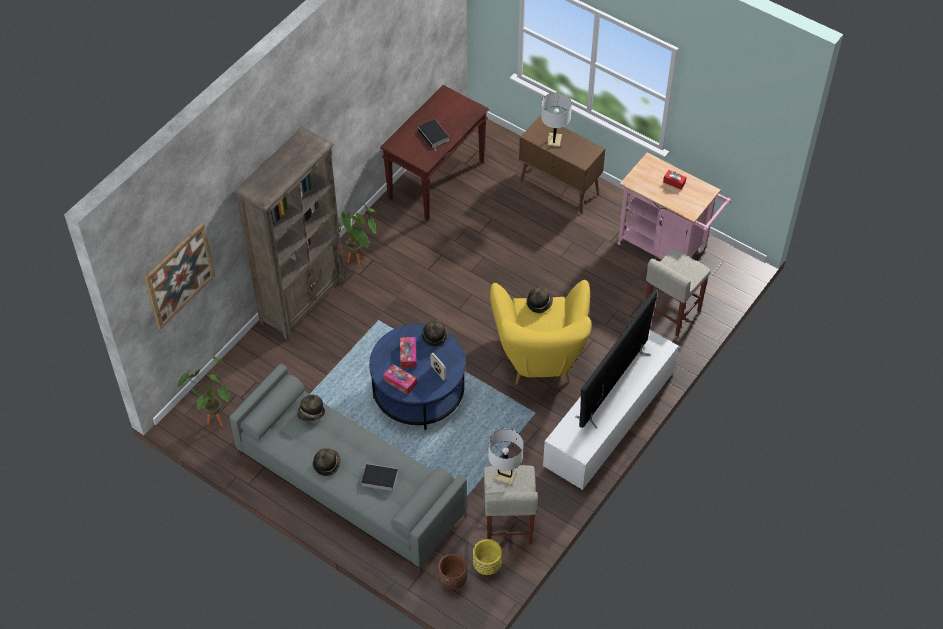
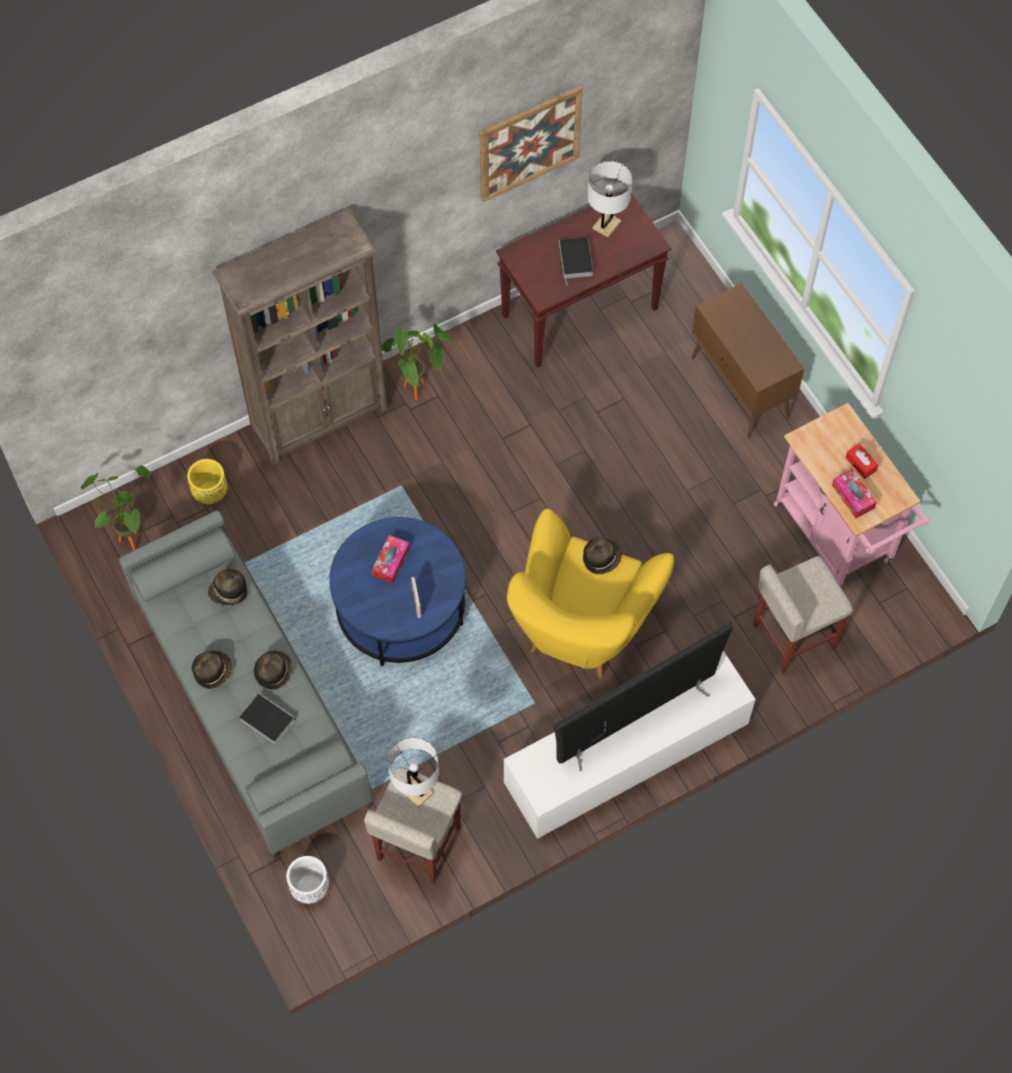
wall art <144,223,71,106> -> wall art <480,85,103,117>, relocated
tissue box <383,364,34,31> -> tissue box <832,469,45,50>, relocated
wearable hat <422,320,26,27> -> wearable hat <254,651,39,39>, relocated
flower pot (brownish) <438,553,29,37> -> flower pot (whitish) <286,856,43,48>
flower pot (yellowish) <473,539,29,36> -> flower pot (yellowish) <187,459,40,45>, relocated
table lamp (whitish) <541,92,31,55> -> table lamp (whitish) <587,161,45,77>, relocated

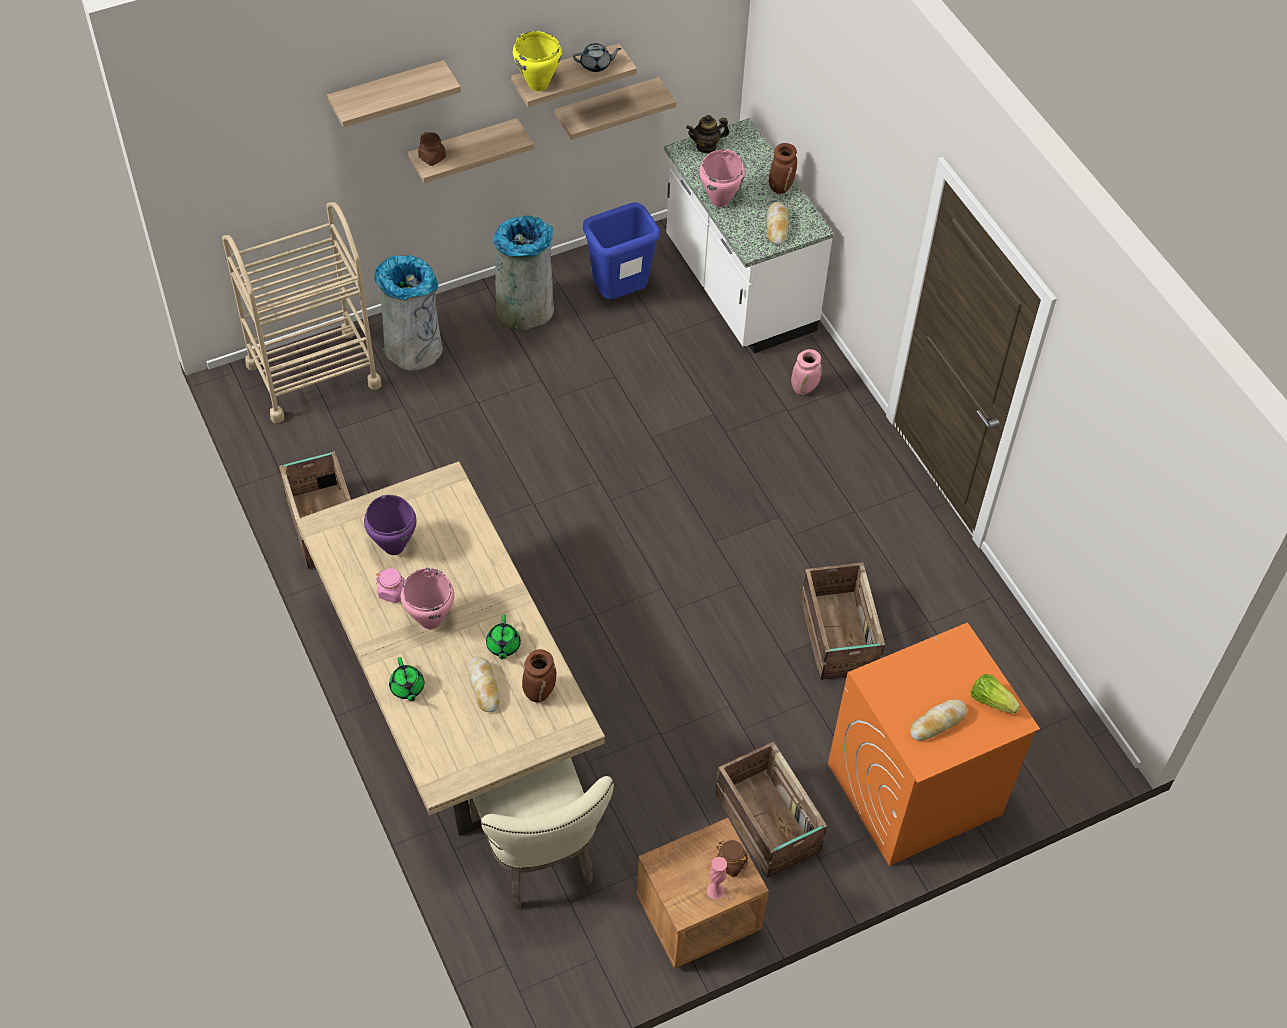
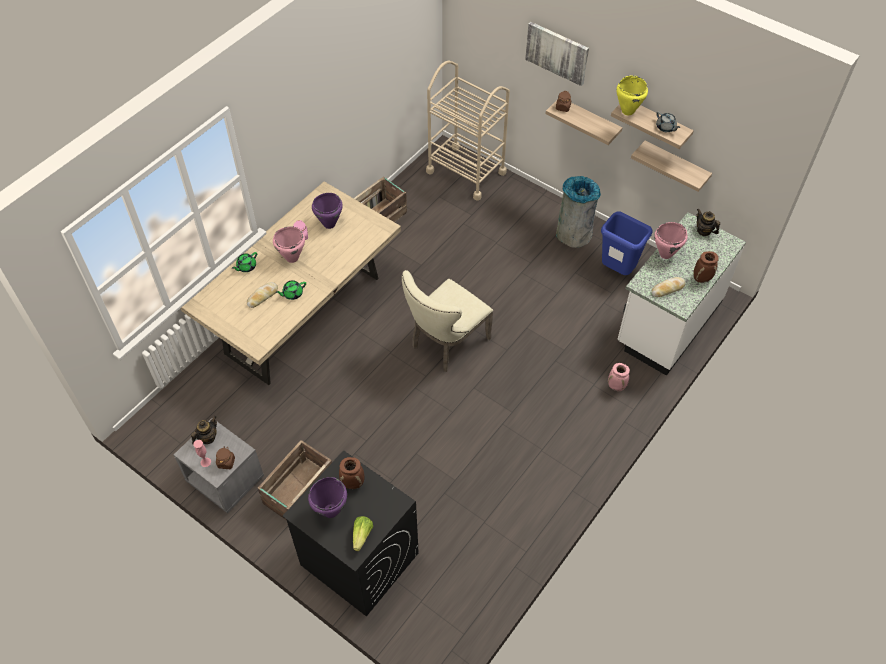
wall shelf <327,60,134,68> -> wall art <525,22,64,64>
waste bin (grey) <374,255,69,116> -> none
plain chair (sand-coloured) <468,758,146,151> -> plain chair (sand-coloured) <402,270,91,102>, relocated
flower vase (brownish) <522,649,34,53> -> flower vase (brownish) <339,457,26,32>, relocated
nightstand (brownish) <636,818,133,151> -> nightstand (grey) <174,418,90,95>
packing crate <801,562,84,118> -> none
laundry machine (orange) <828,622,212,244> -> laundry machine (black) <283,451,136,166>
bakery bread <910,700,57,41> -> stockpot (purplish) <308,477,39,41>
none -> teapot <191,416,26,28>

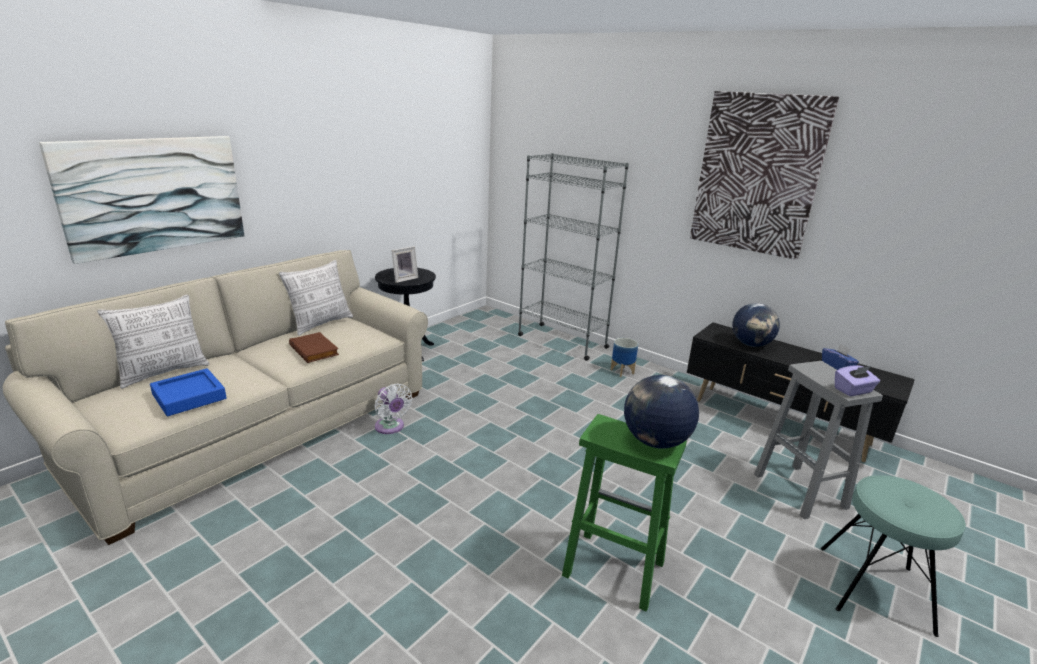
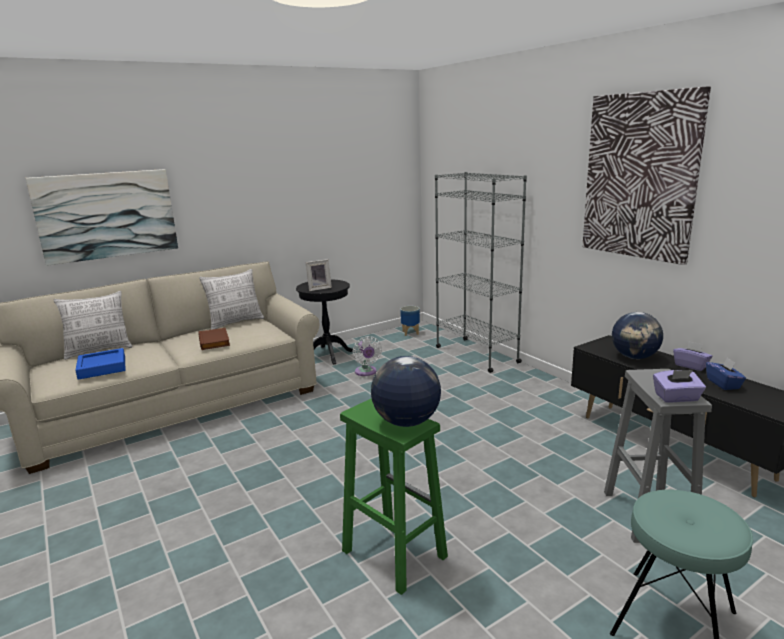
fan (whitish) <375,384,37,50> -> fan (whitish) <352,336,30,40>, relocated
flower pot <611,338,27,39> -> flower pot <400,306,20,30>, relocated
none -> tissue box (purplish) <673,341,39,30>

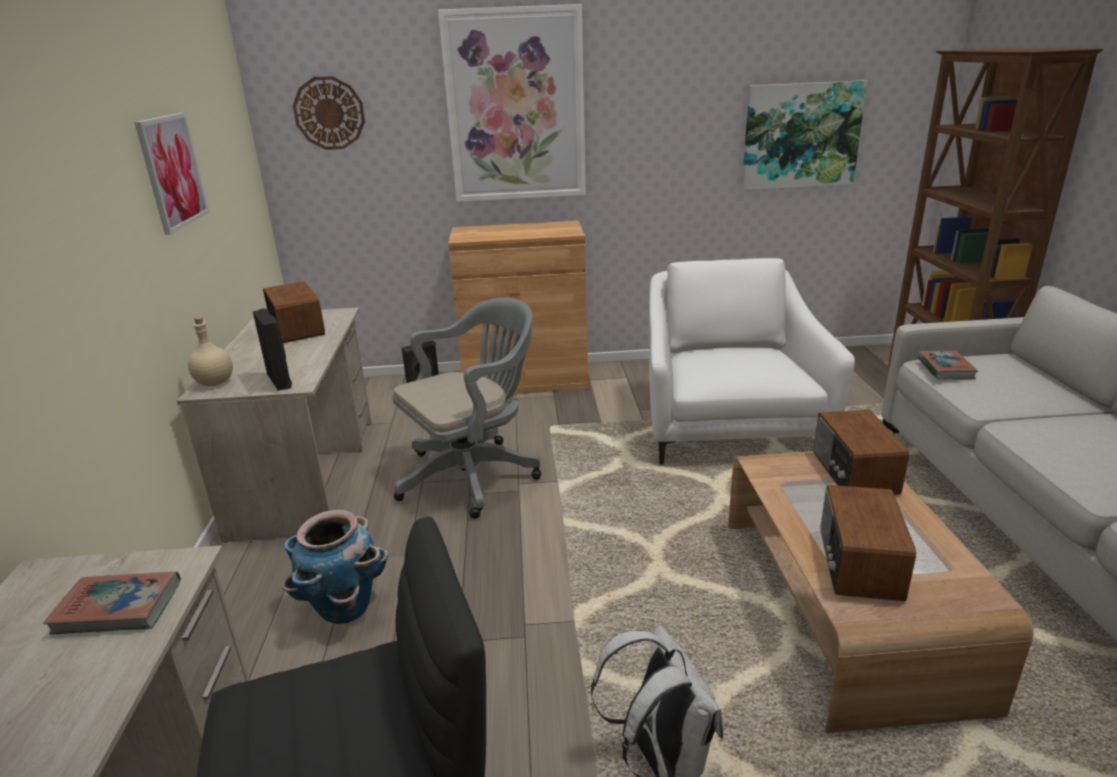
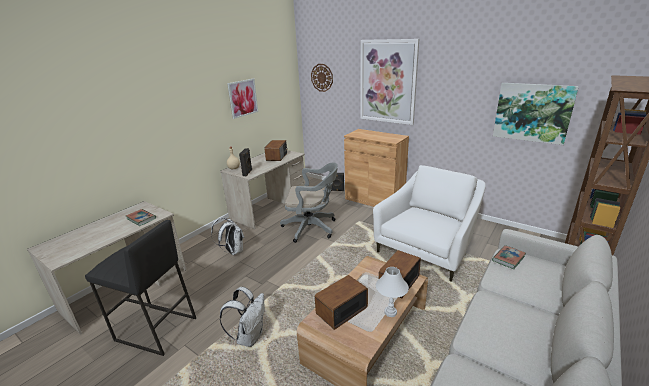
flower pot <282,510,106,114> -> rucksack (whitish) <211,218,33,38>
none -> table lamp (whitish) <376,267,33,50>

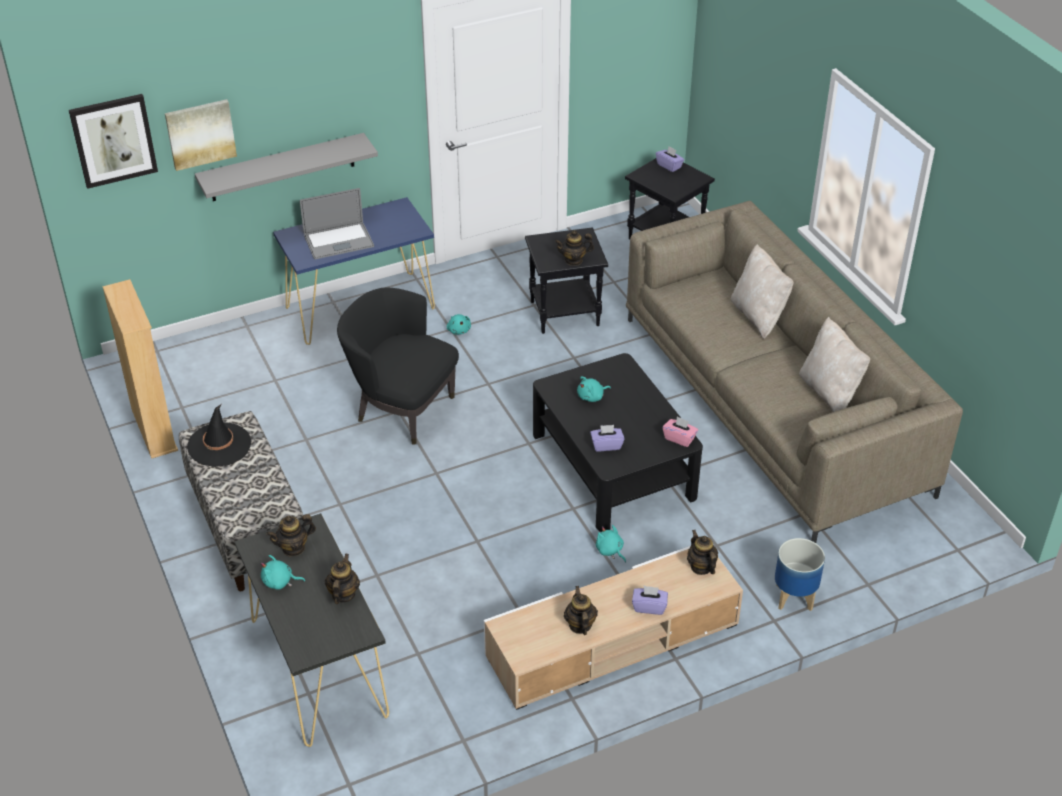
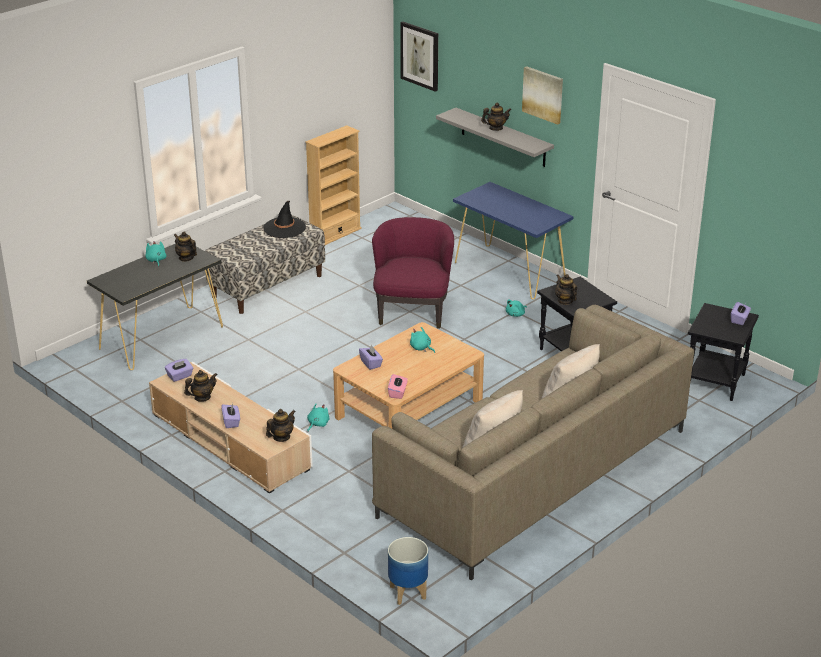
wall art <165,99,72,72> -> wall art <522,66,41,59>, relocated
laptop <300,188,74,71> -> none
teapot <325,553,35,51> -> teapot <481,102,30,29>, relocated
armchair (black) <337,288,122,157> -> armchair (purplish) <372,217,82,112>
coffee table (black) <533,353,170,179> -> coffee table (sand-coloured) <333,322,151,106>
flower pot <775,538,50,73> -> flower pot <388,537,40,68>, relocated
none -> tissue box (purplish) <165,359,28,23>

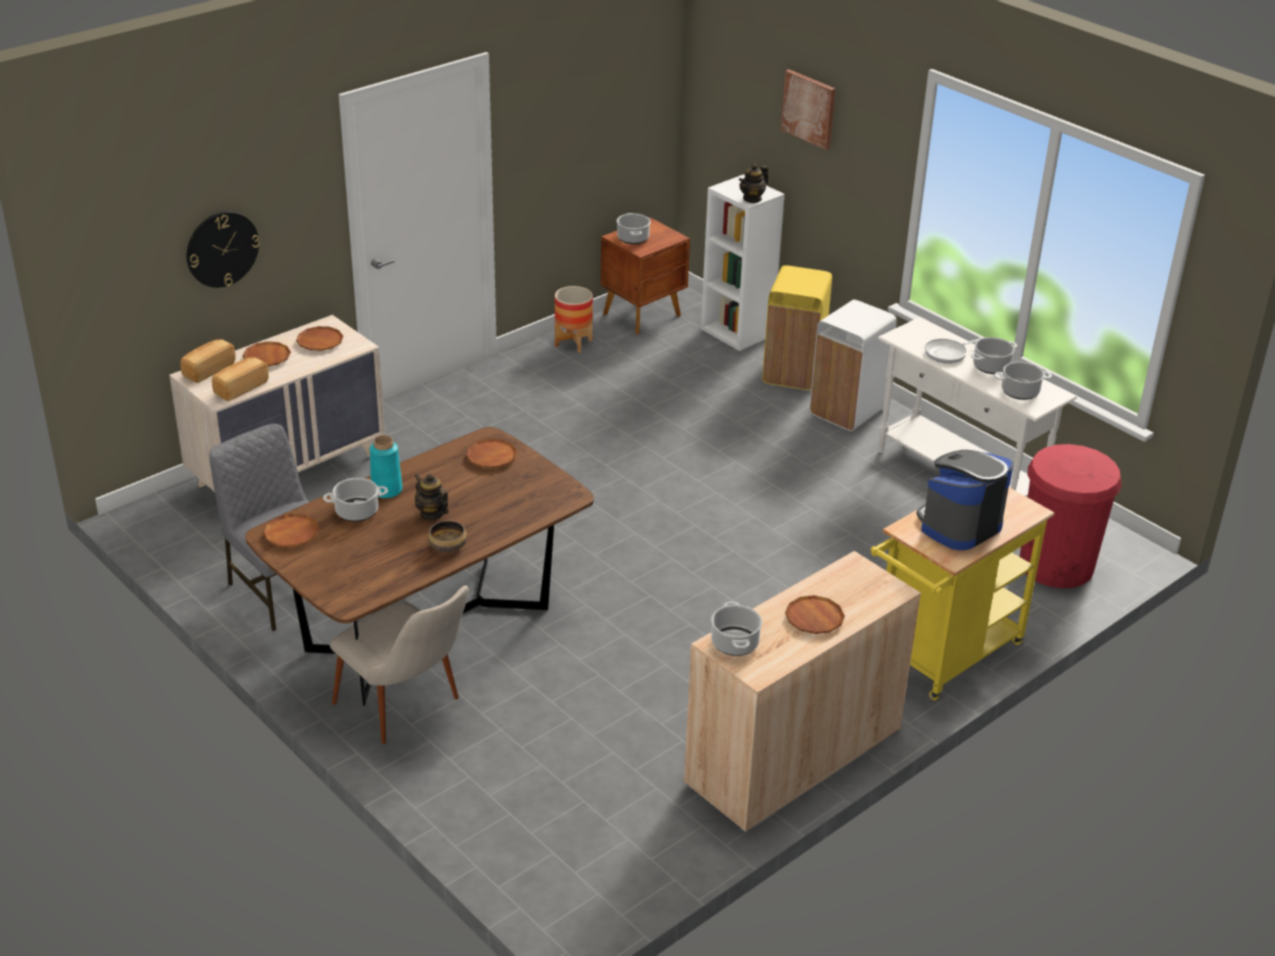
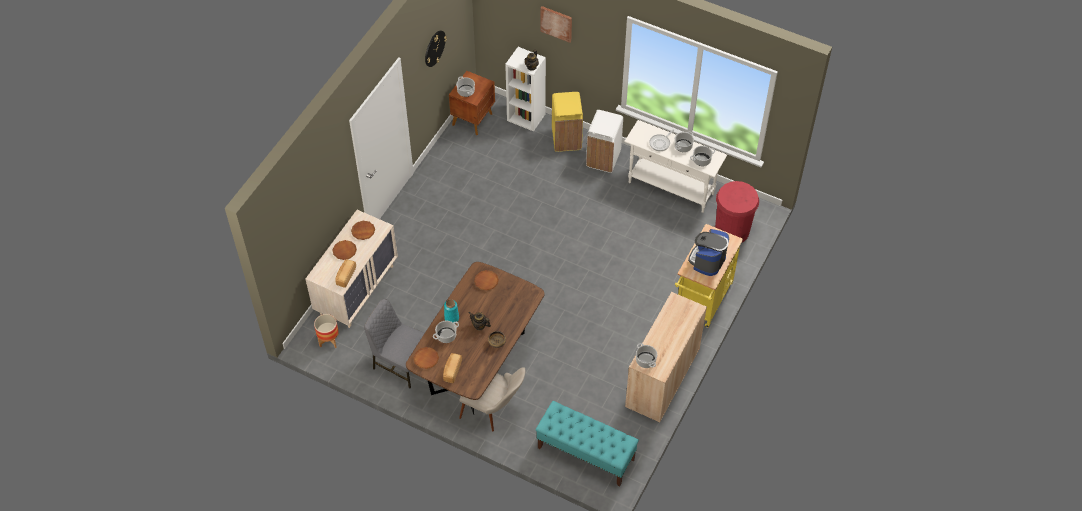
bakery bread <180,339,55,44> -> bakery bread <443,353,19,30>, relocated
hanging clock <187,212,73,76> -> hanging clock <425,30,22,37>, relocated
flower pot <555,286,38,67> -> flower pot <314,314,25,34>, relocated
dinner plate (brownish) <785,595,60,39> -> none
none -> long seat (turquoise) <536,401,103,86>

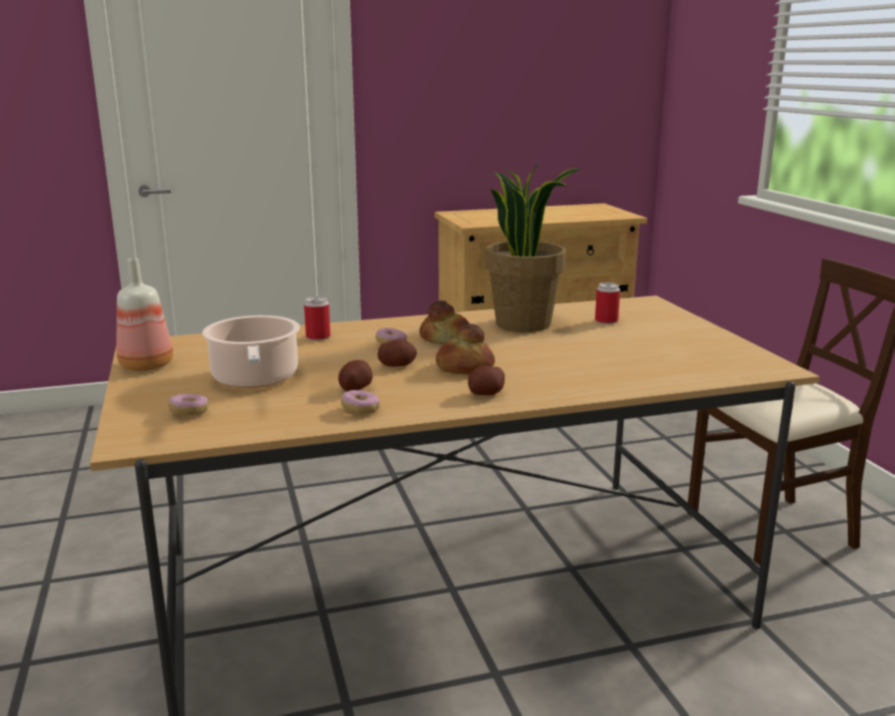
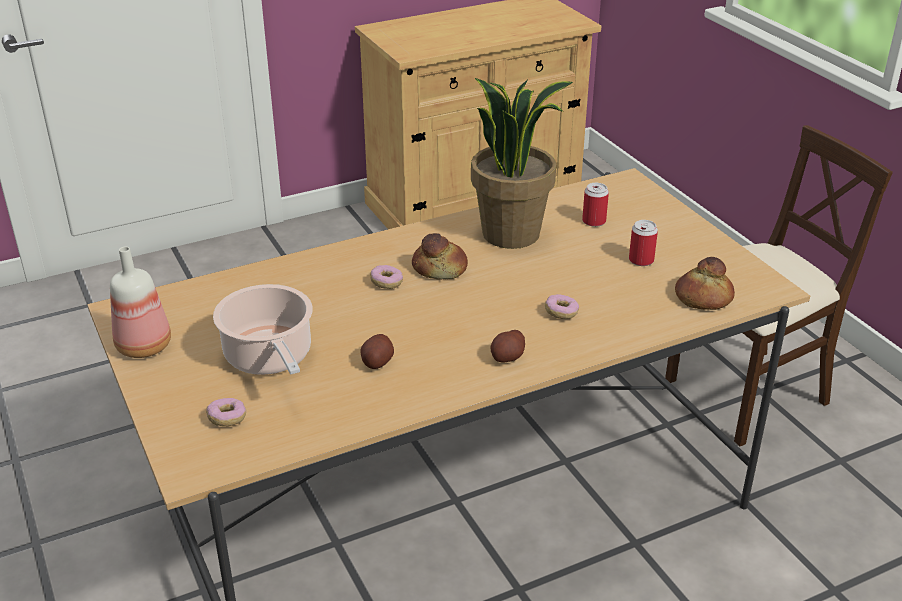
metal can <304,296,26,45> -> metal can <629,220,29,46>, relocated
doughnut <341,390,39,24> -> doughnut <545,294,34,25>, relocated
potato <378,339,39,28> -> none
bakery bread <436,324,59,51> -> bakery bread <675,257,60,53>, relocated

